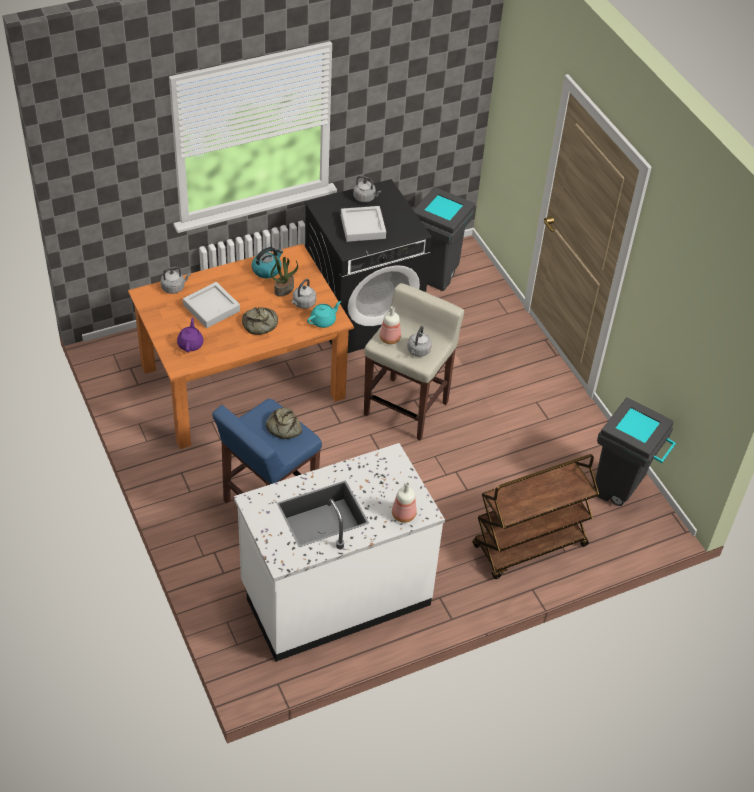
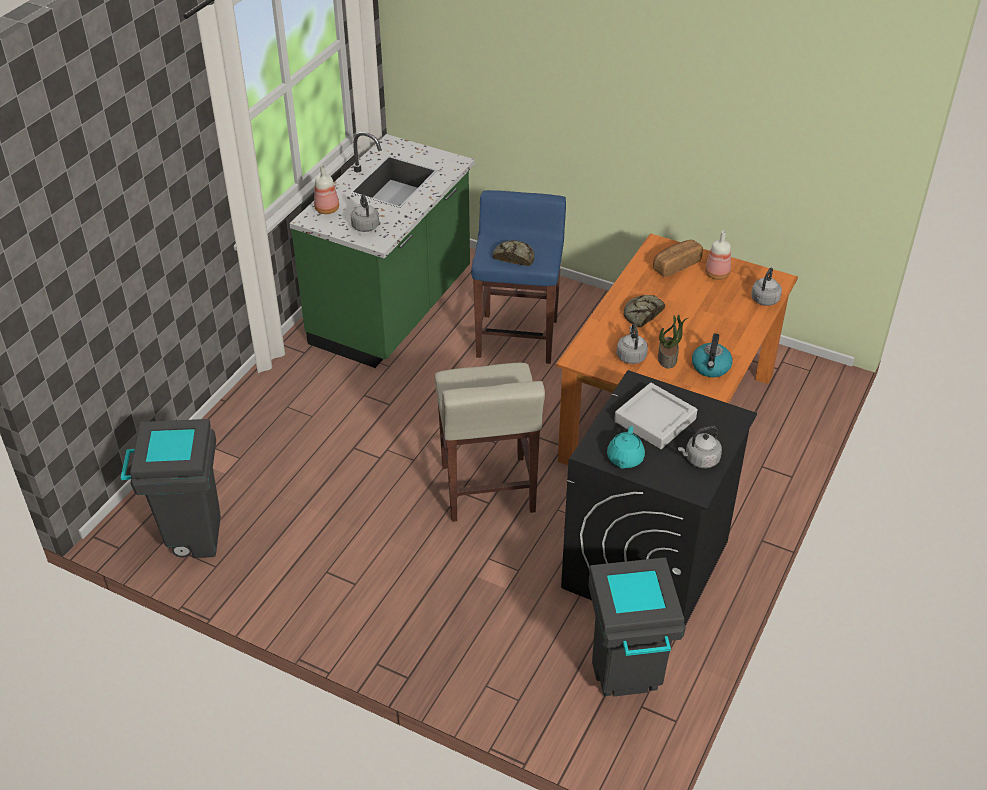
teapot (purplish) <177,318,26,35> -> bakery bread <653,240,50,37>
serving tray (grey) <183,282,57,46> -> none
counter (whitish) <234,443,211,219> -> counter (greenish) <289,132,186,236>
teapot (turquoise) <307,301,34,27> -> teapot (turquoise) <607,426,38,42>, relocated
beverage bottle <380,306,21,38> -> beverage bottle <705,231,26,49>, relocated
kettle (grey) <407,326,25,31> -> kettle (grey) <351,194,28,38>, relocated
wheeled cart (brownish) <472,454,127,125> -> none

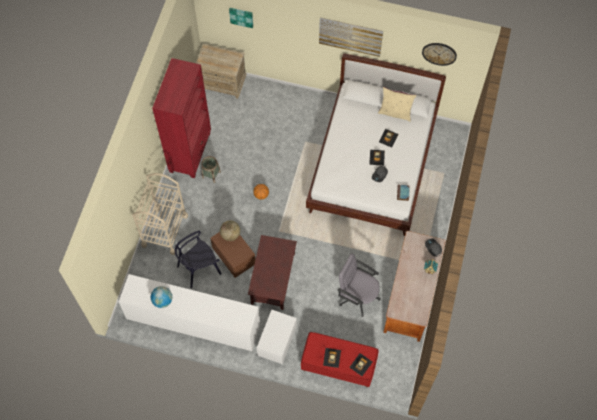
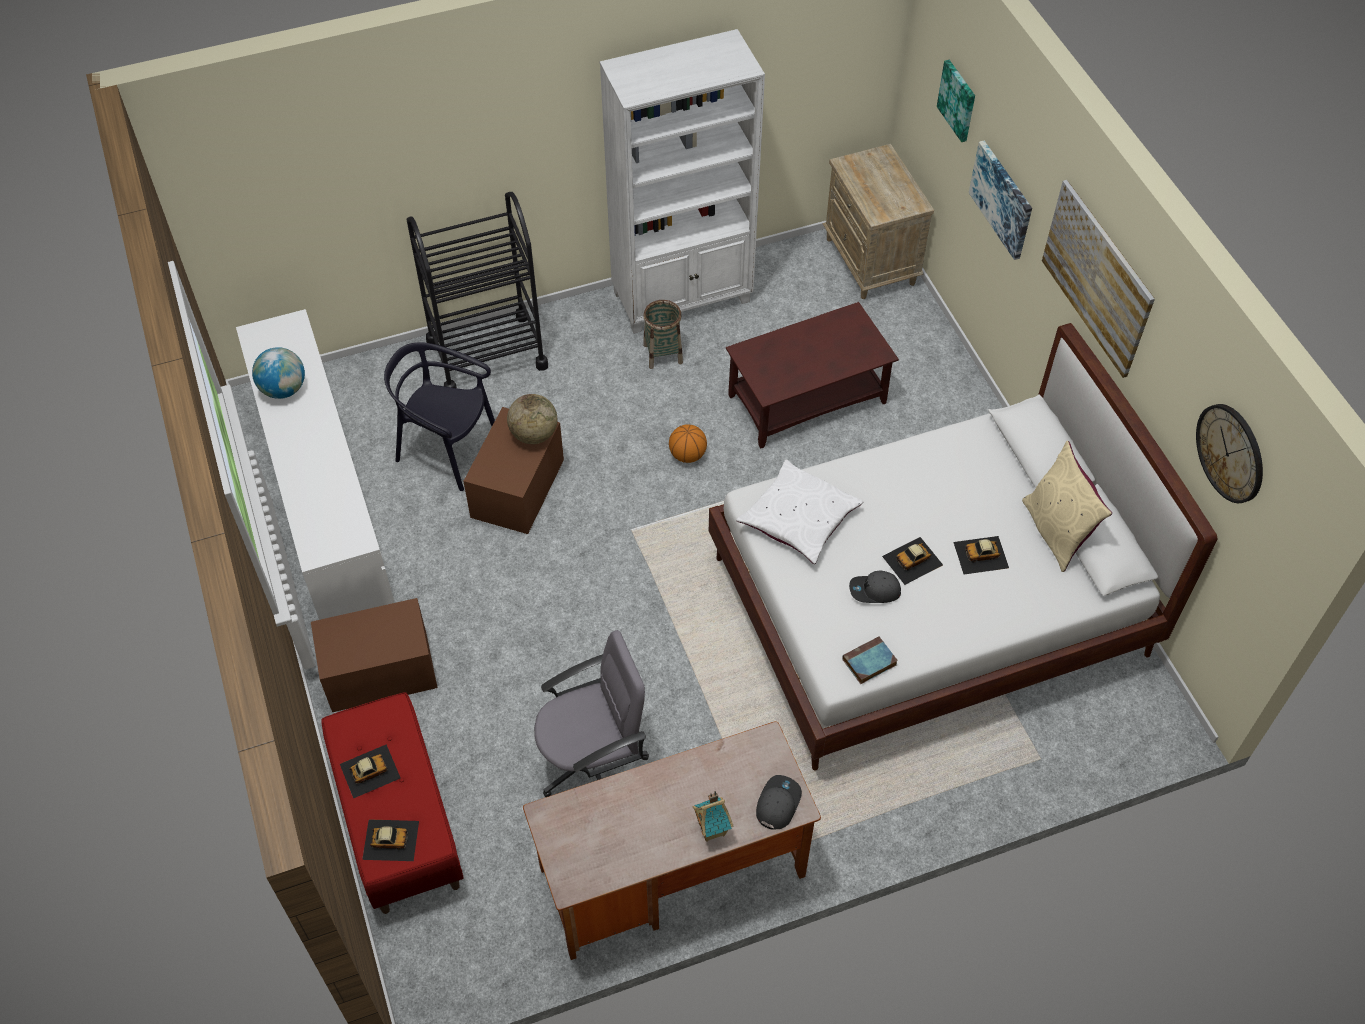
wheeled cart (sand-coloured) <132,173,56,82> -> wheeled cart (black) <407,192,141,196>
bookcase (reddish) <152,58,59,120> -> bookcase (whitish) <600,29,165,305>
coffee table (brownish) <248,235,49,75> -> coffee table (brownish) <726,302,173,147>, relocated
storage bin (whitish) <257,310,40,54> -> storage bin (brownish) <311,598,127,114>
office chair (grey) <338,253,42,64> -> office chair (grey) <534,630,115,167>, 75 degrees clockwise
none -> pillow (whitish) <736,460,127,104>
none -> wall art <969,140,63,120>

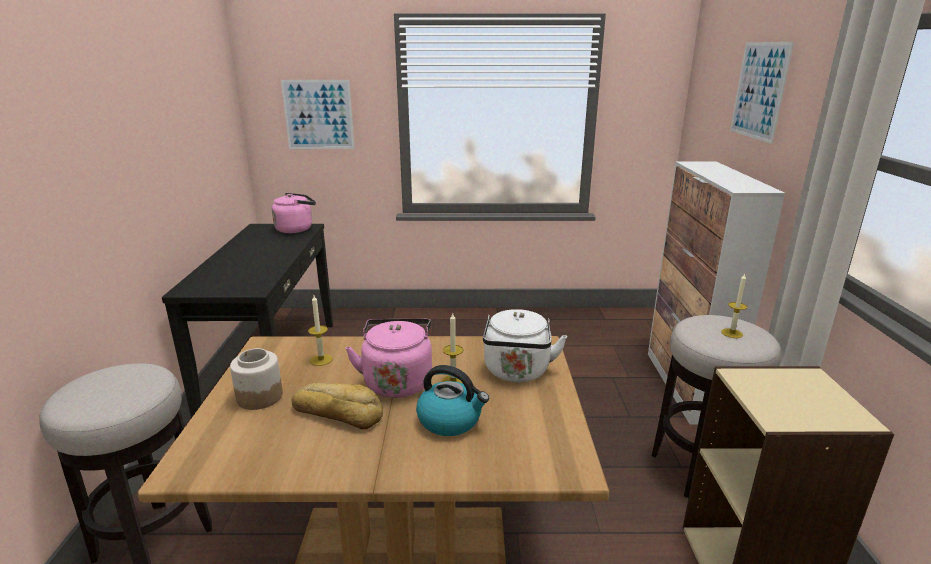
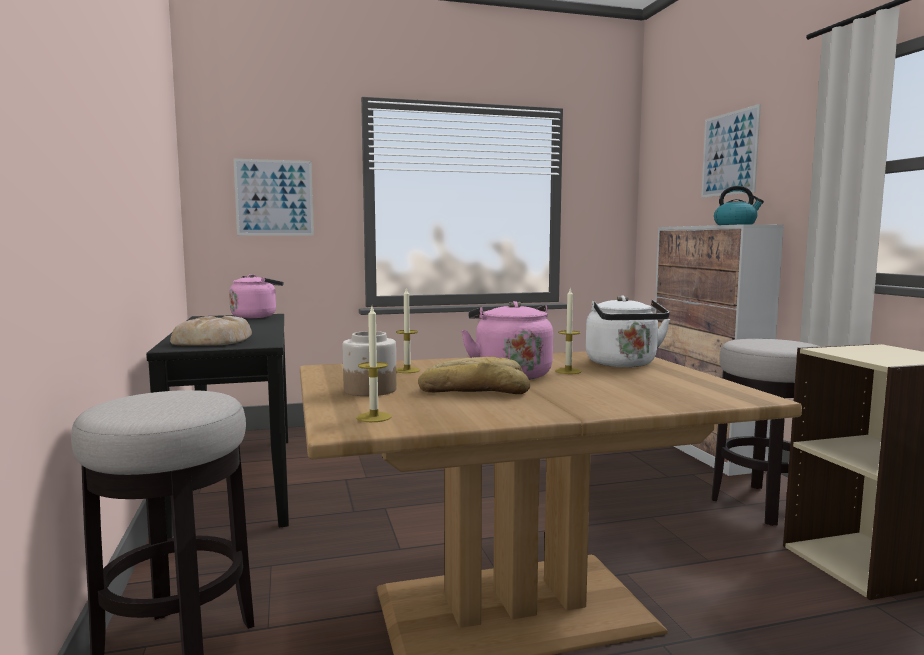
kettle <416,365,73,71> -> kettle <714,186,50,39>, relocated
wax candle <721,273,26,65> -> wax candle <357,306,34,116>, relocated
none -> bakery bread <170,316,82,30>

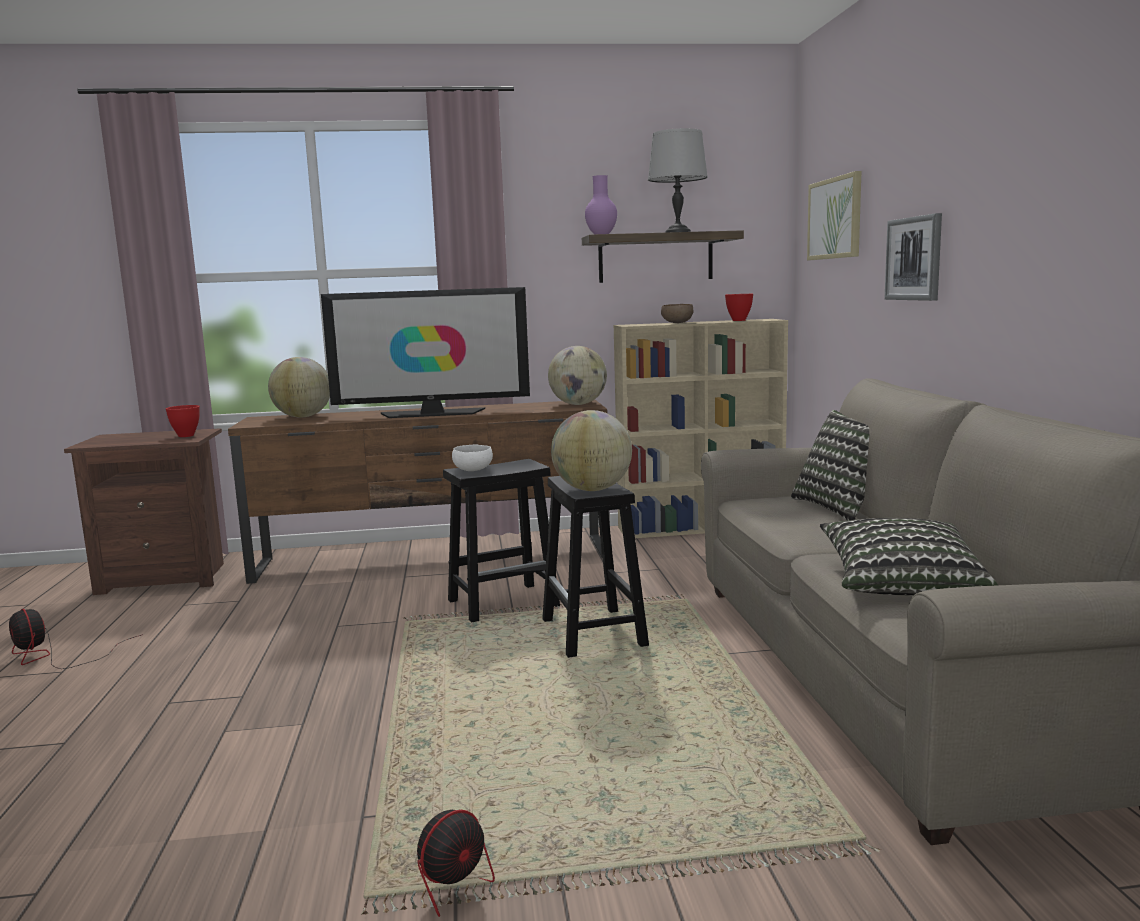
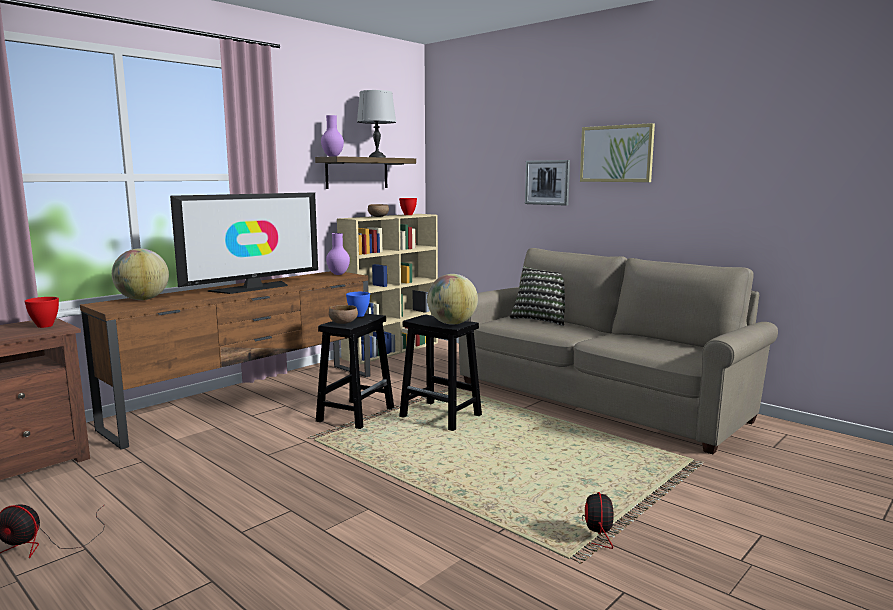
serving bowl (whitish) <452,445,41,26> -> serving bowl (brownish) <329,305,29,19>
desk globe <548,346,59,59> -> flower vase (purplish) <326,233,24,42>
wall art <807,171,54,89> -> wall art <580,123,75,59>, relocated
pillow <820,518,178,78> -> none
none -> serving bowl (bluish) <346,292,24,25>

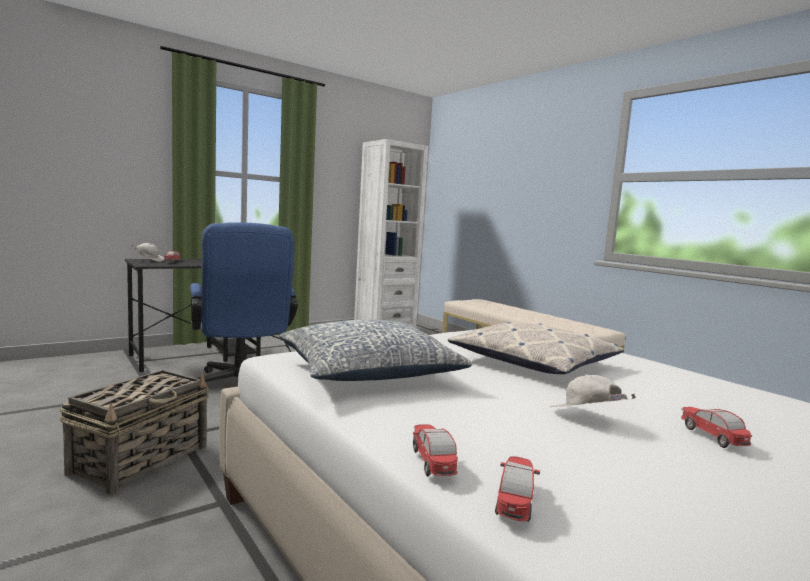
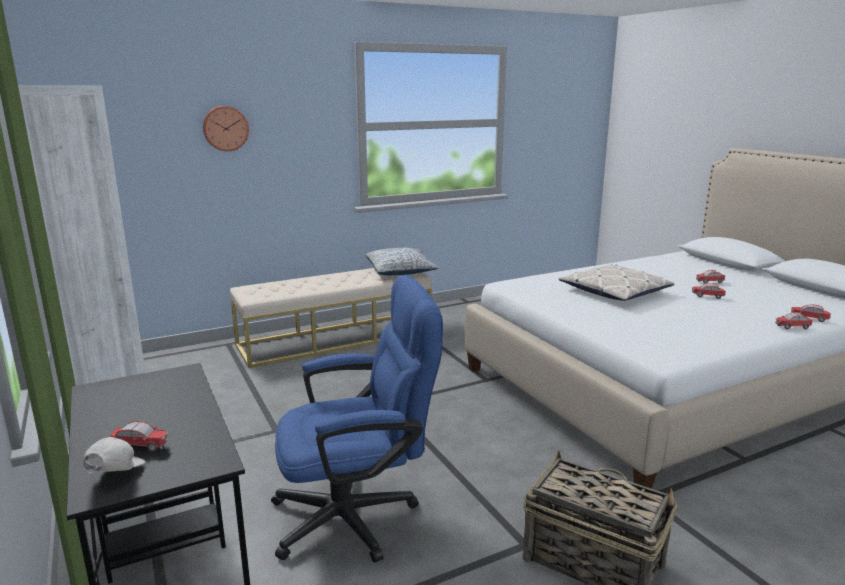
pillow <279,320,193,61> -> pillow <366,248,73,27>, relocated
cap (whitish) <550,374,86,33> -> toy car <692,283,34,16>
none -> hanging clock <203,106,46,45>

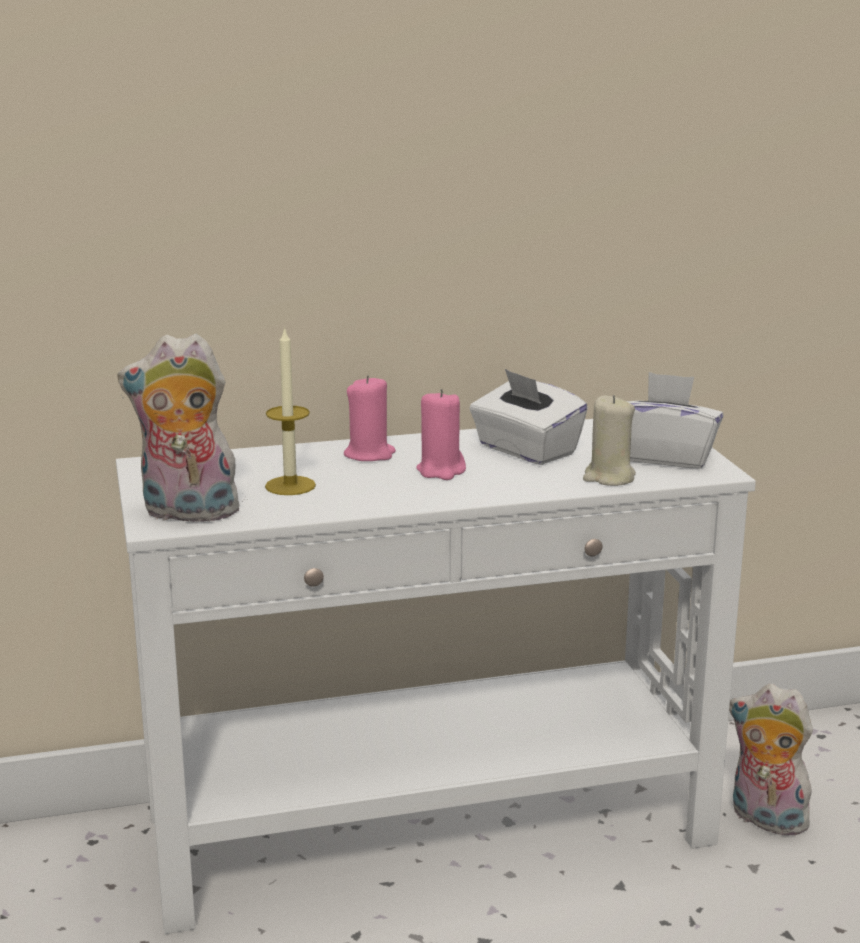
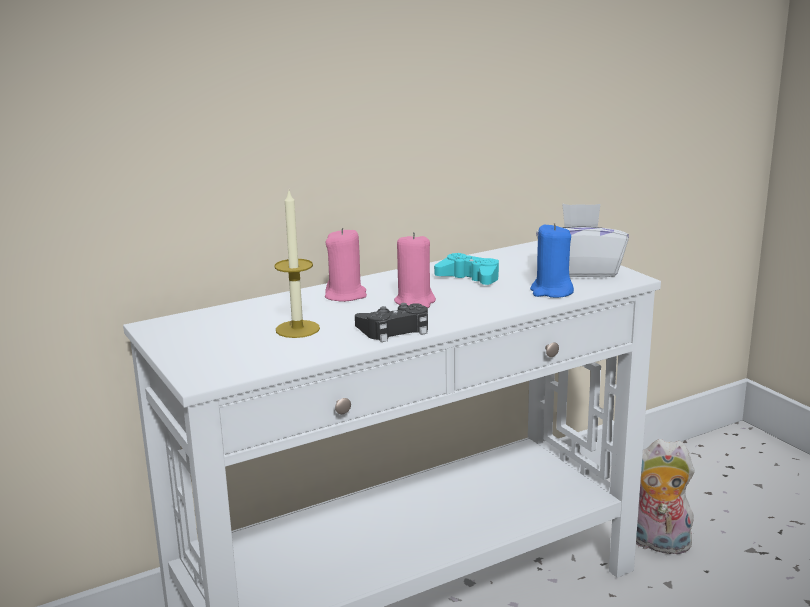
soft toy <118,334,125,192> -> none
tissue box (whitish) <469,369,119,96> -> game controller (turquoise) <434,253,65,32>
wax candle (sand-coloured) <583,395,53,91> -> wax candle (bluish) <530,223,44,75>
none -> game controller (black) <355,303,73,39>

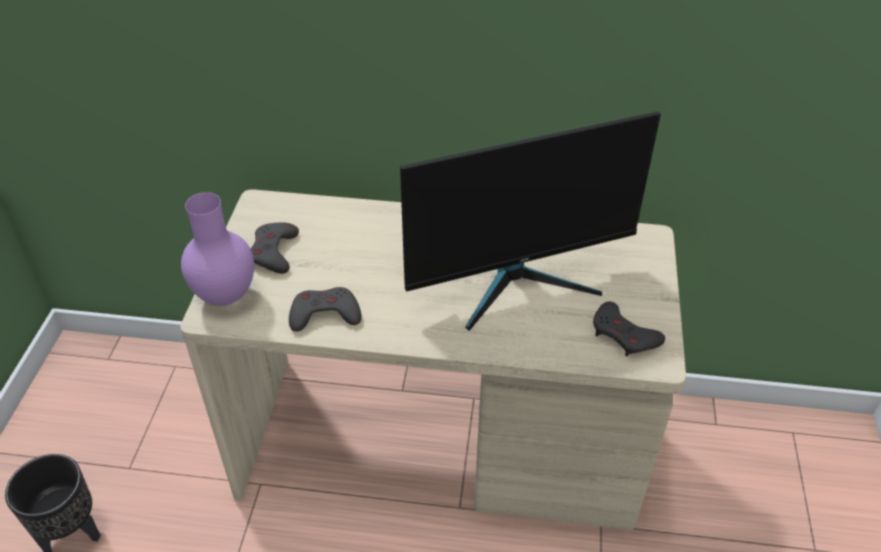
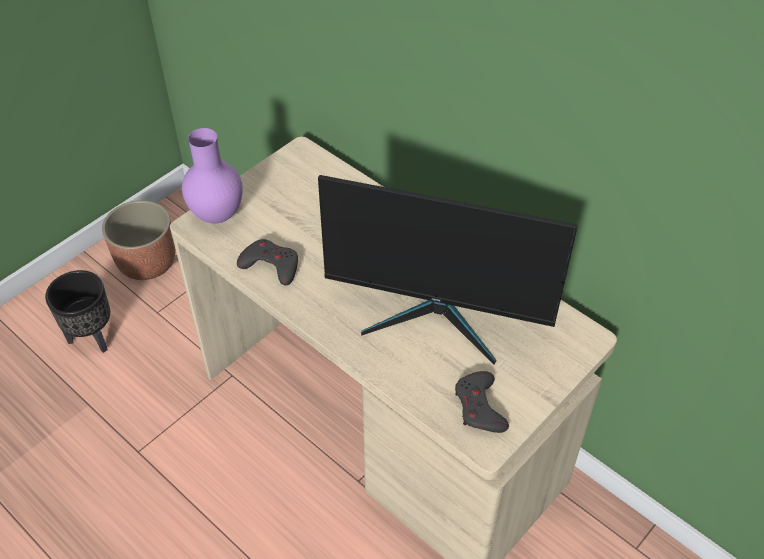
game controller (grey) <251,222,48,52> -> none
none -> flower pot <102,200,73,80>

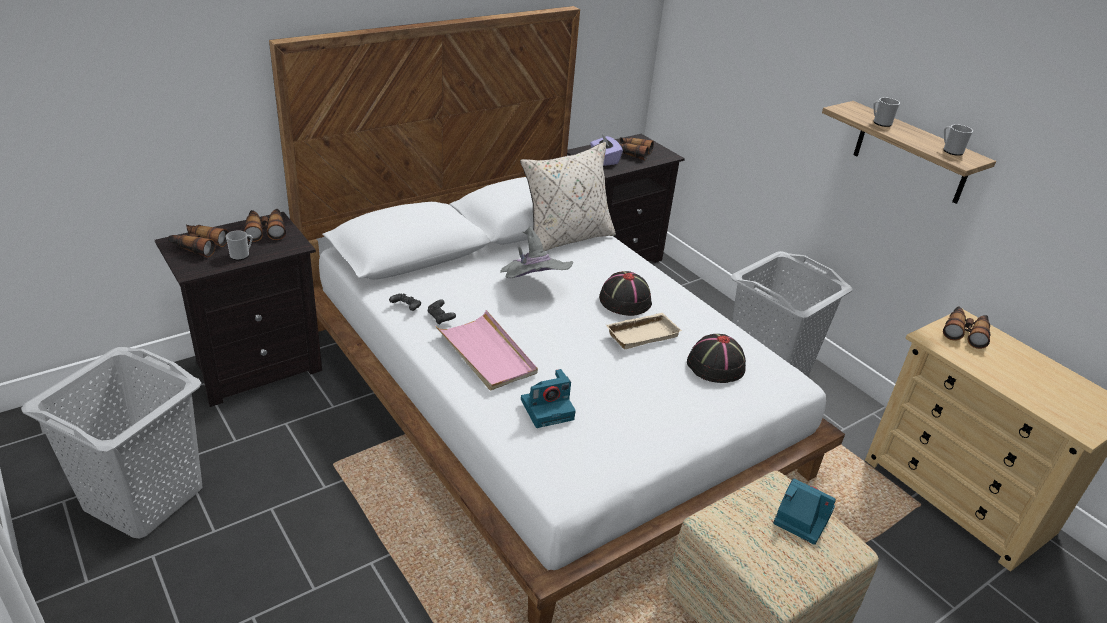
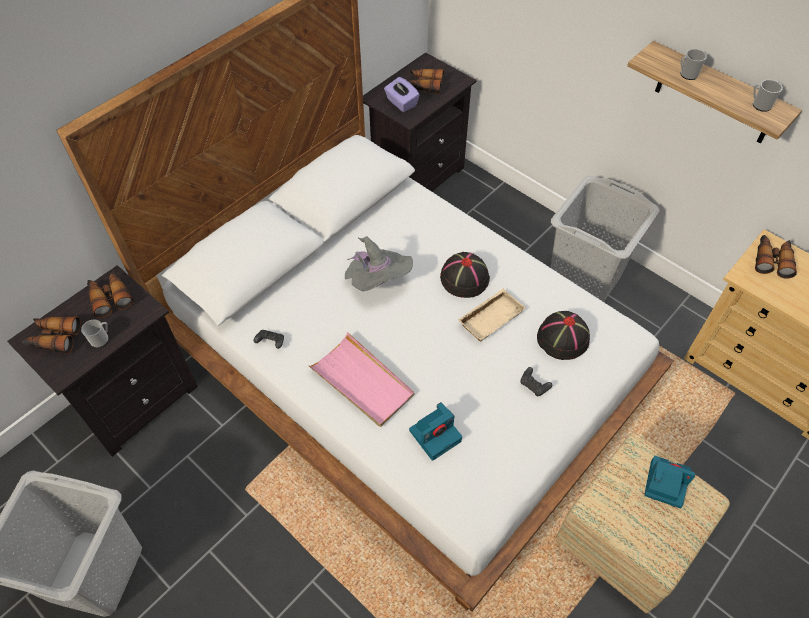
game controller (black) <427,299,29,26> -> game controller (black) <520,367,32,29>, relocated
pillow (sand-coloured) <520,142,96,109> -> none

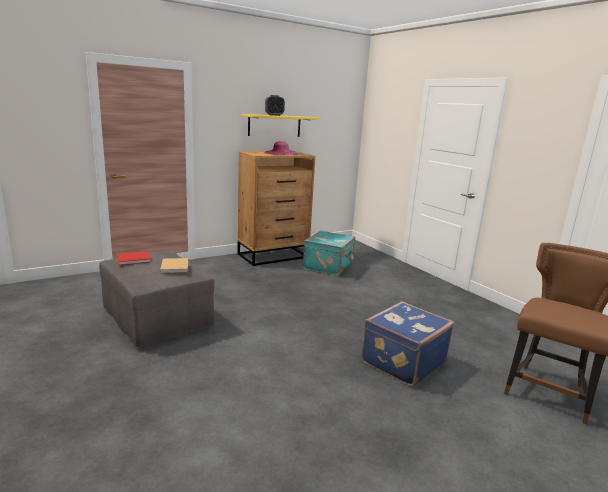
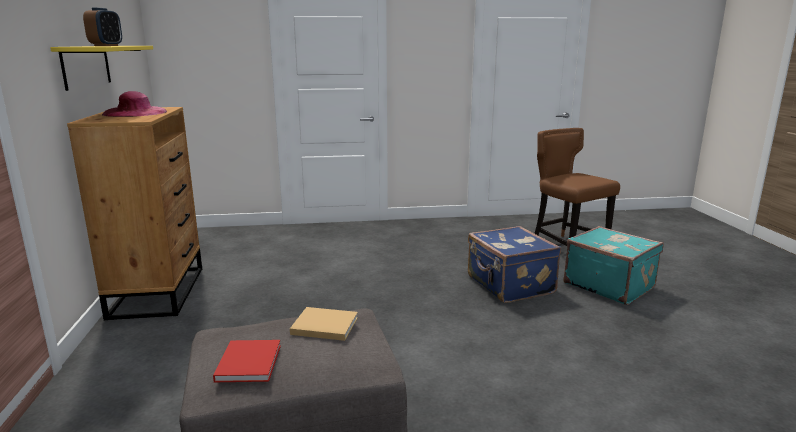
piece of luggage (turquoise) <303,230,52,46> -> piece of luggage (turquoise) <564,226,100,79>, relocated

